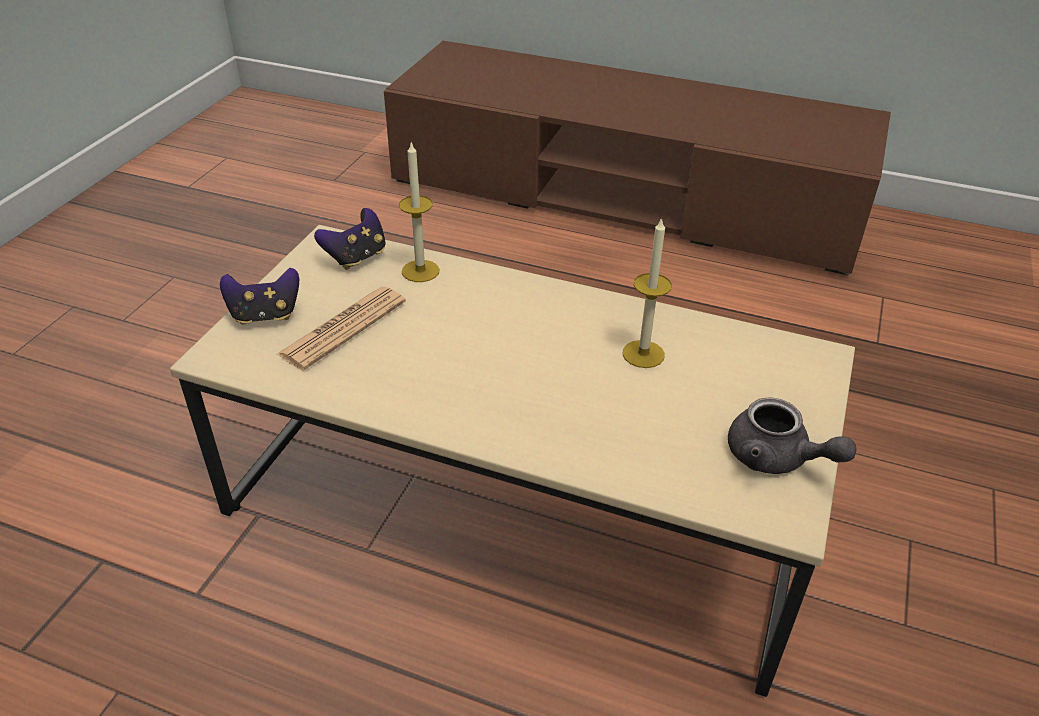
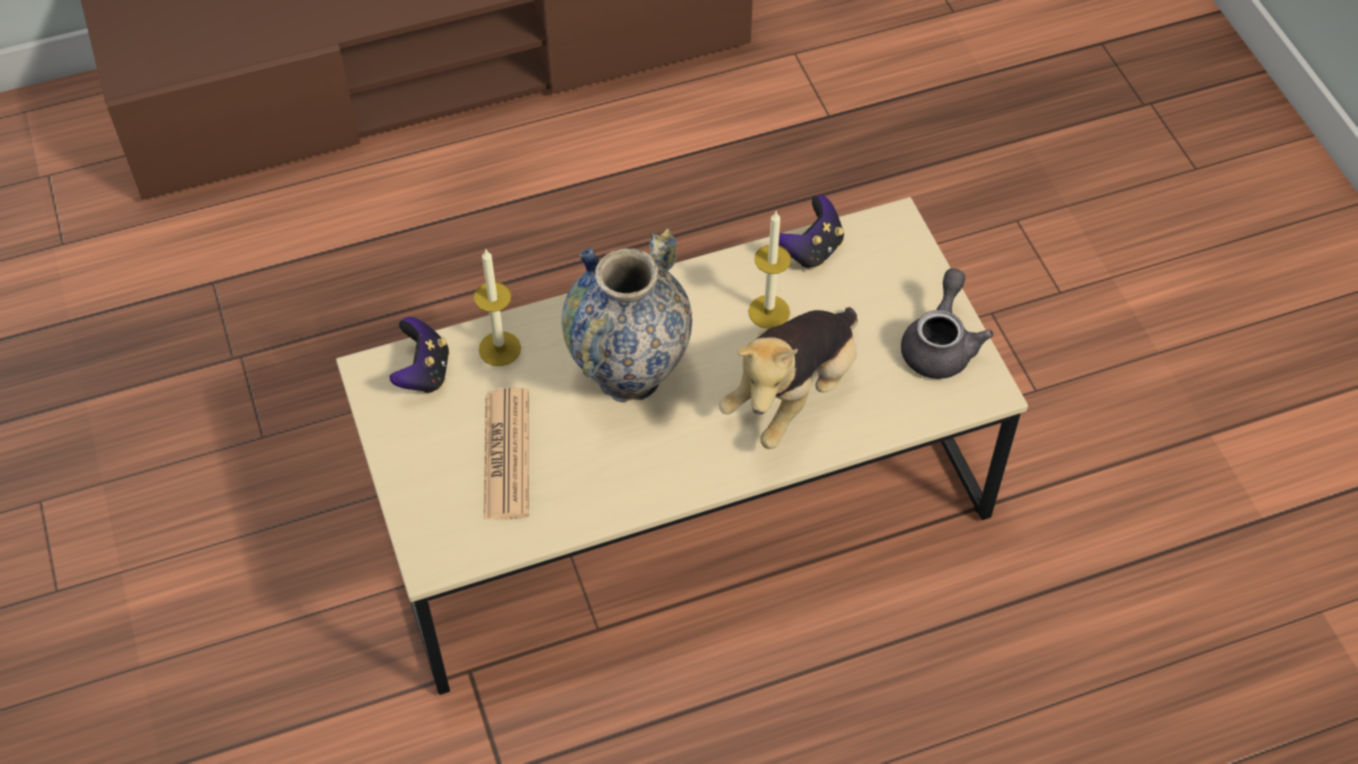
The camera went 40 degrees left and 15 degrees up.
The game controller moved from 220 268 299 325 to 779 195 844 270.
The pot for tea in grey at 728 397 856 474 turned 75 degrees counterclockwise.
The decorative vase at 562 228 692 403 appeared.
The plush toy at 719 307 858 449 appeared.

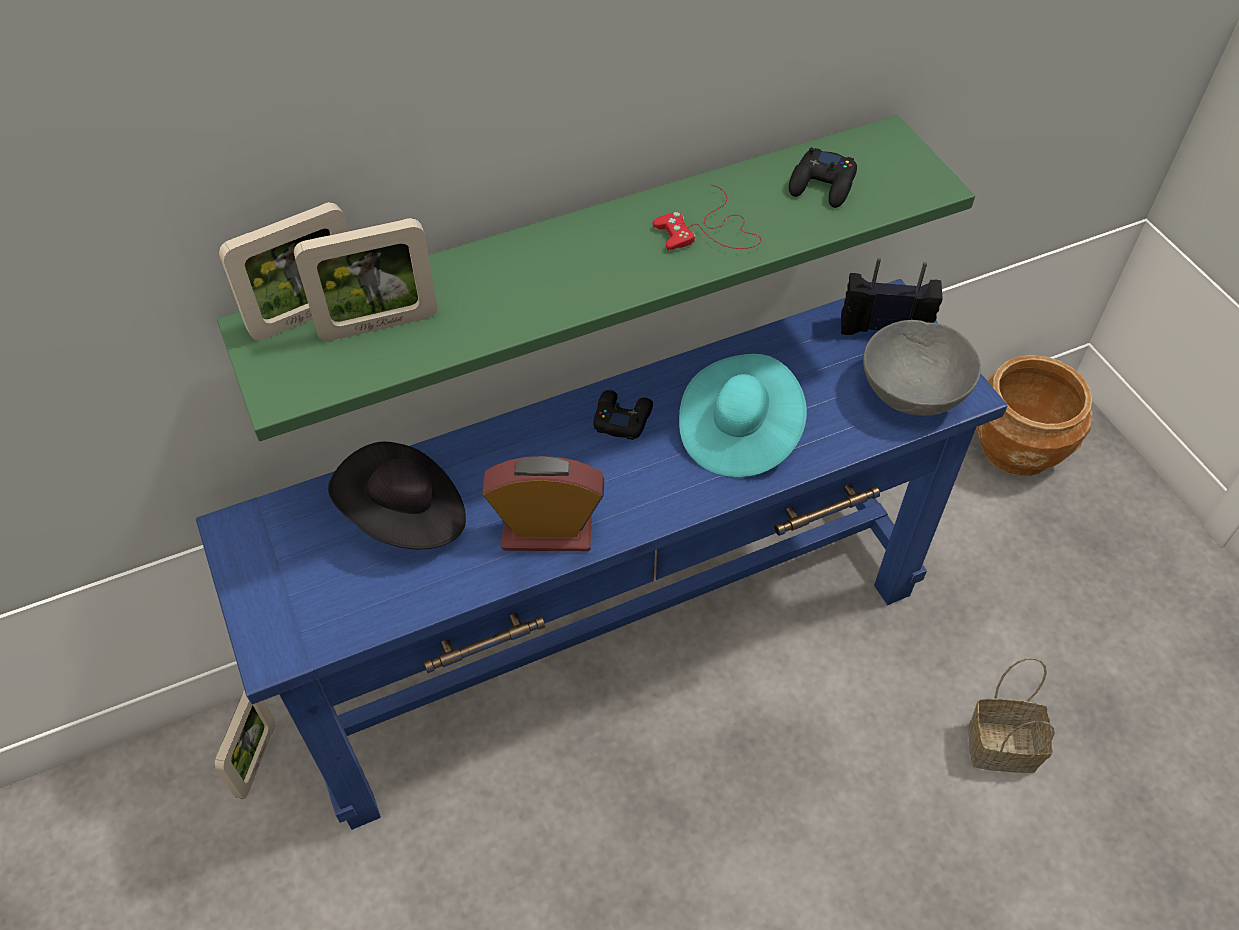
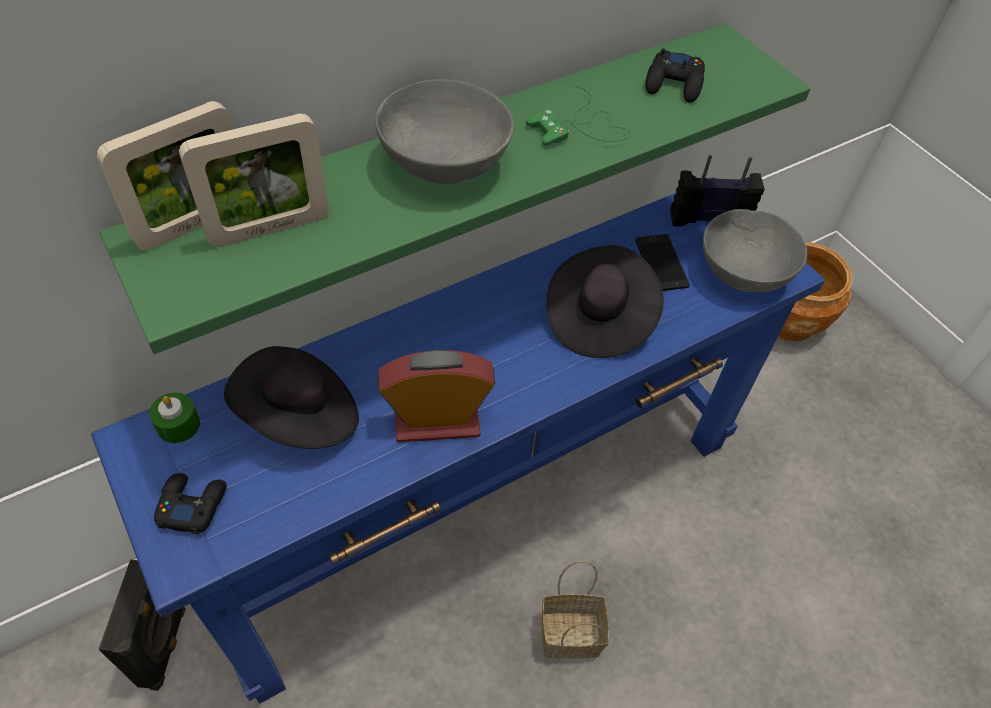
The camera went 10 degrees left and 0 degrees up.
The standing frame at 214 690 275 799 was replaced by the audio speaker in blackish at 98 560 185 691.
The game controller in blackish moved from 593 390 653 440 to 154 473 227 534.
The game controller in reddish at 653 184 761 251 became the game controller in greenish at 526 86 631 146.
The wearable hat in turquoise-coloured at 679 354 807 477 became the wearable hat in blackish at 546 245 664 358.
The storage basket moved from 969 658 1055 773 to 541 561 609 659.
The wax candle in greenish at 149 392 200 443 appeared.
The serving bowl in grey at 375 79 514 184 appeared.
The telephone at 635 234 690 291 appeared.

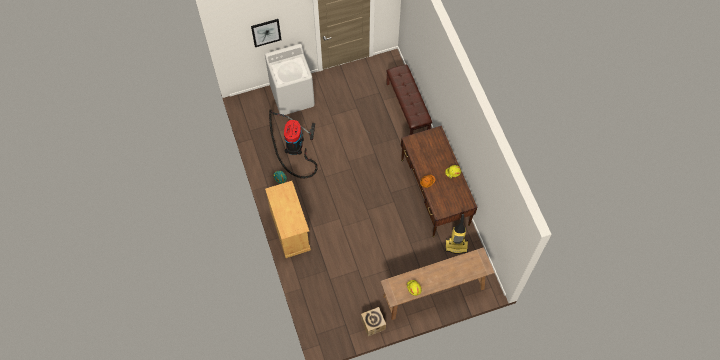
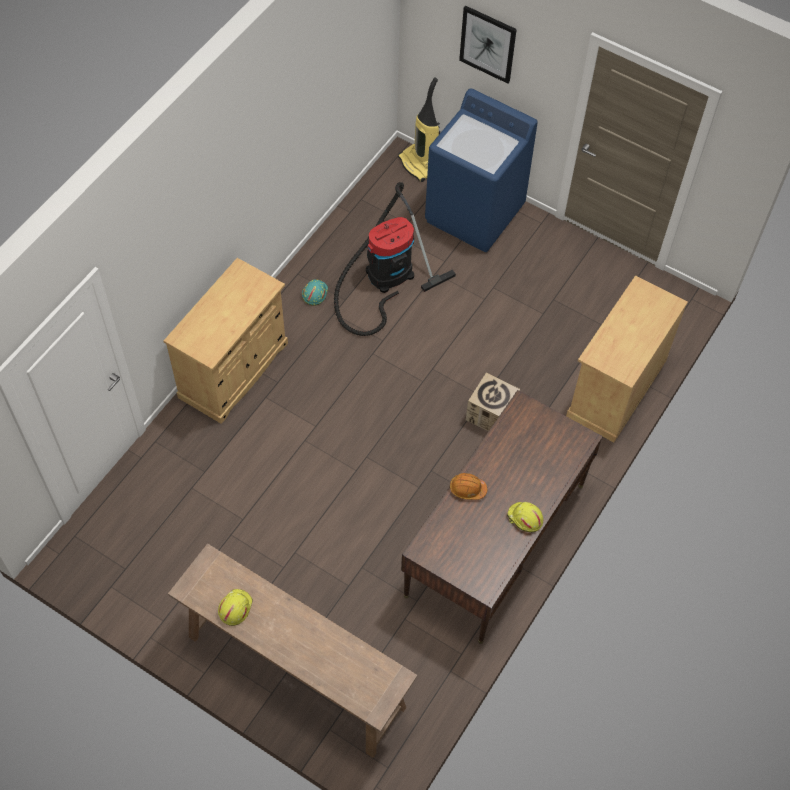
The camera went 50 degrees right and 5 degrees down.
The laundry machine in white-coloured at 265 44 315 115 became the laundry machine in blue-coloured at 425 88 538 252.
The cardboard box moved from 361 307 386 336 to 466 373 520 431.
The long seat in brownish at 386 65 432 135 was replaced by the cabinet in beige at 566 275 688 443.
The vacuum moved from 445 214 468 254 to 398 77 440 182.

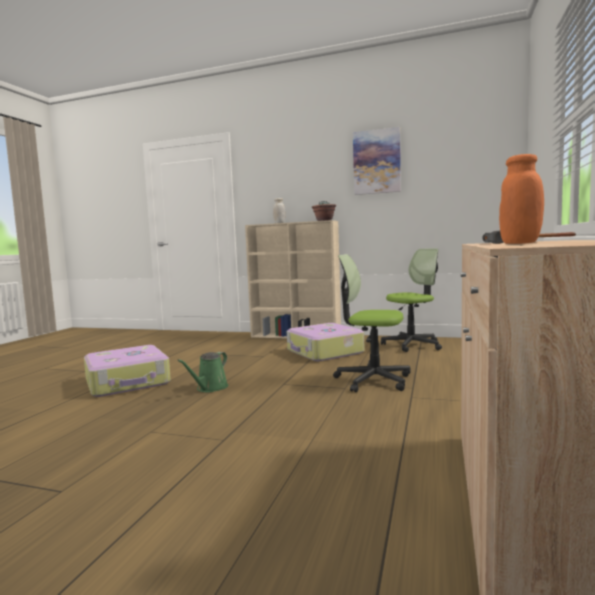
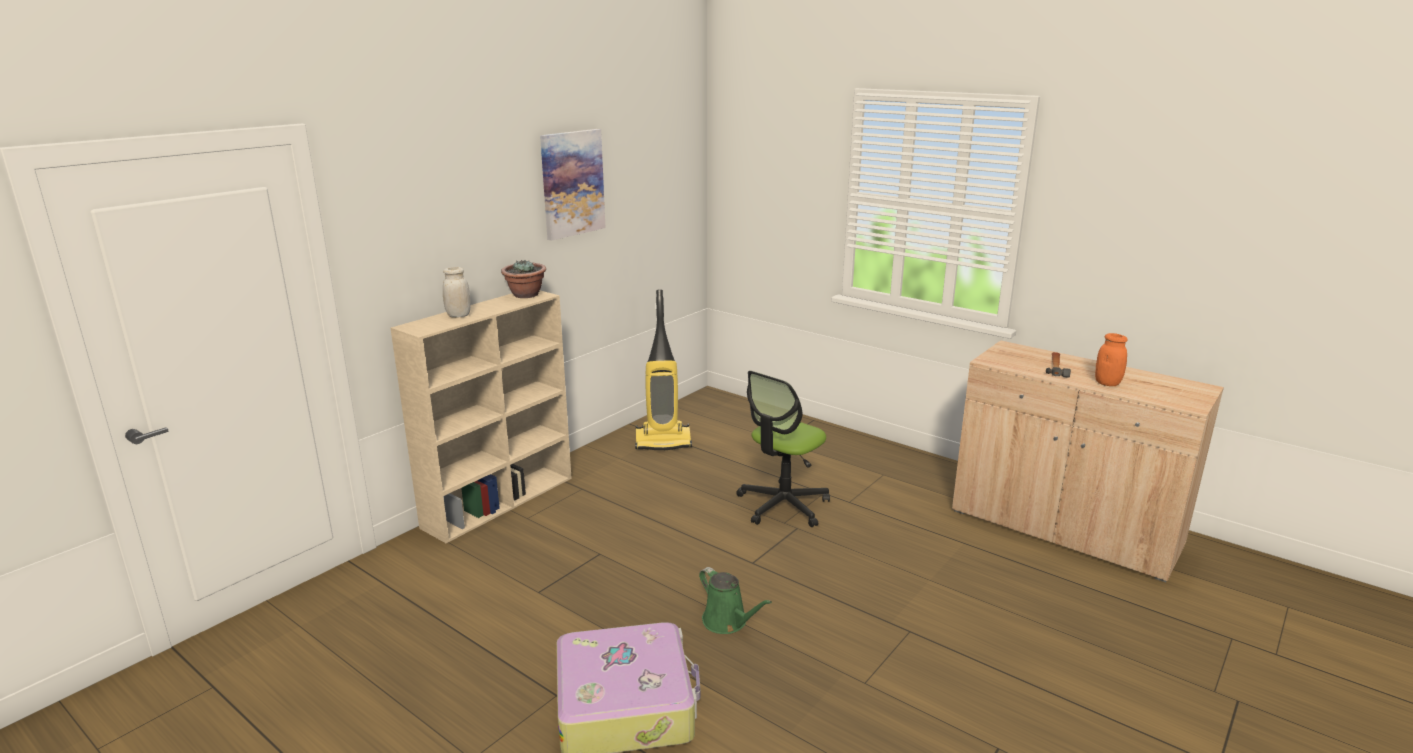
The camera went 70 degrees left and 15 degrees up.
The suitcase at 287 323 365 361 disappeared.
The computer chair at 381 248 442 352 was replaced by the vacuum at 635 290 692 451.

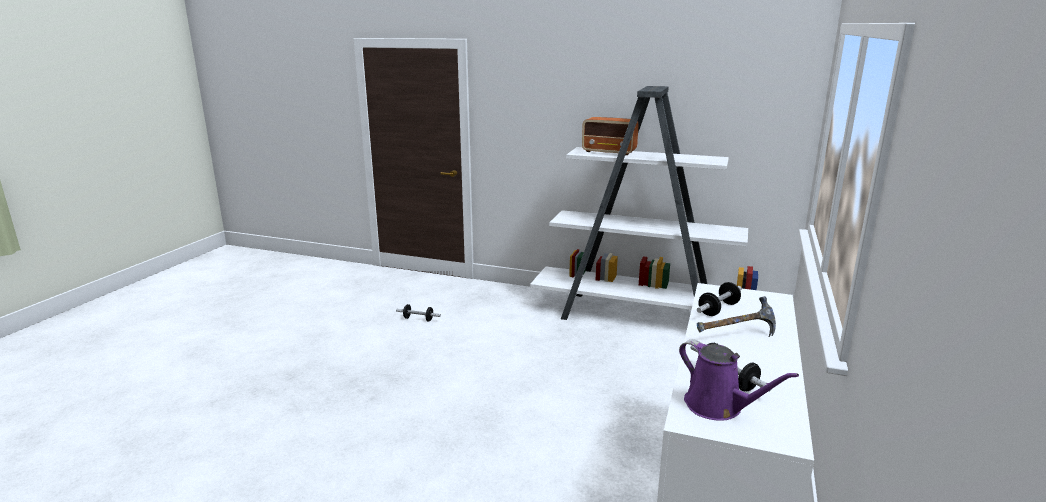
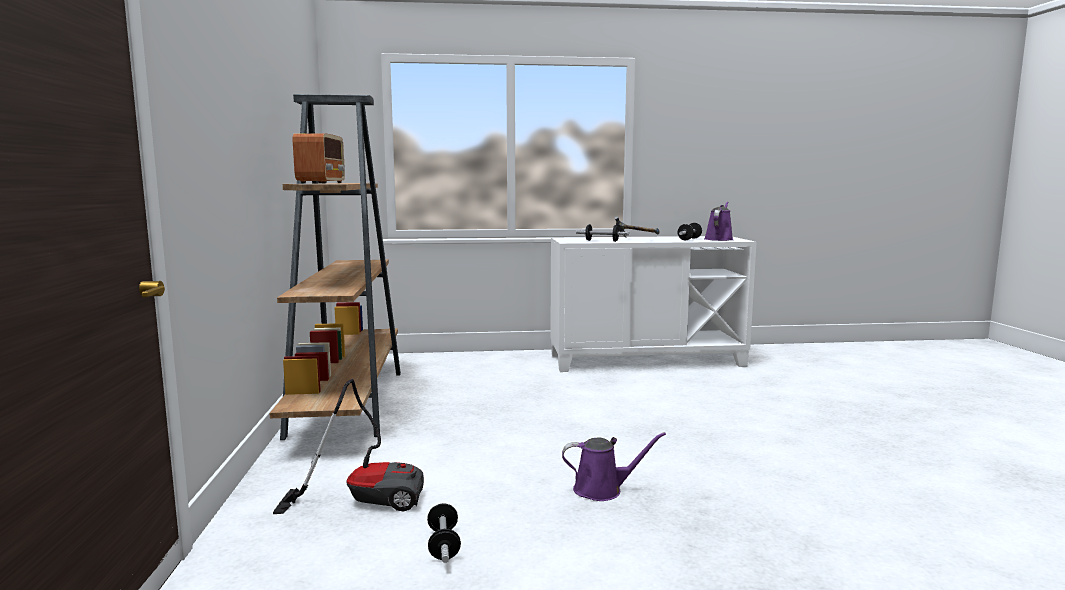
The camera went 115 degrees left and 10 degrees down.
The shelving unit in white-coloured at 530 86 758 320 became the shelving unit in brownish at 270 94 401 440.
The vacuum at 273 379 424 514 appeared.
The watering can in purple-coloured at 562 432 666 501 appeared.

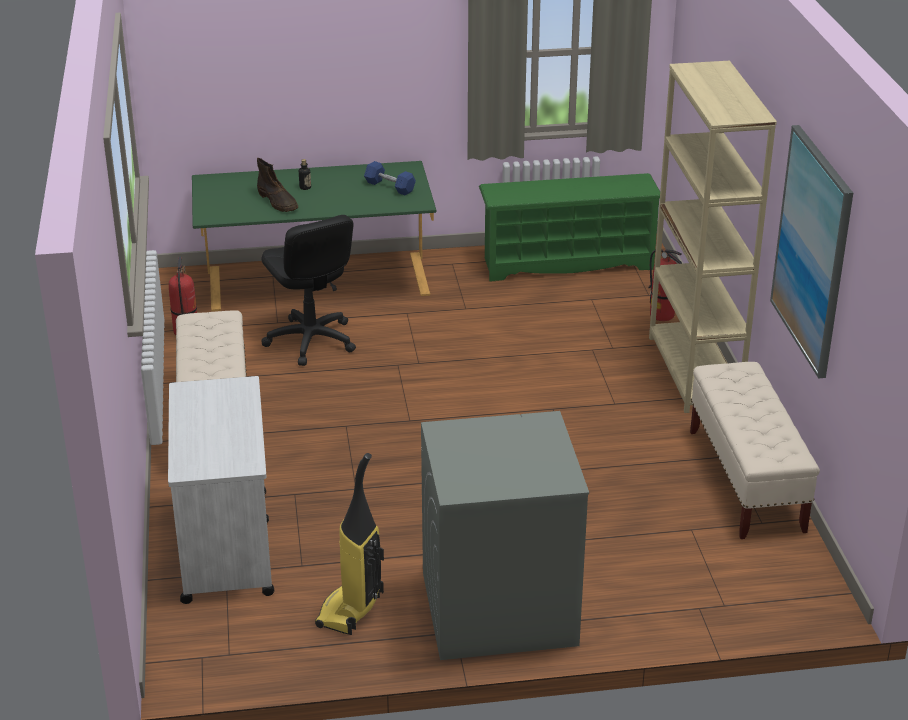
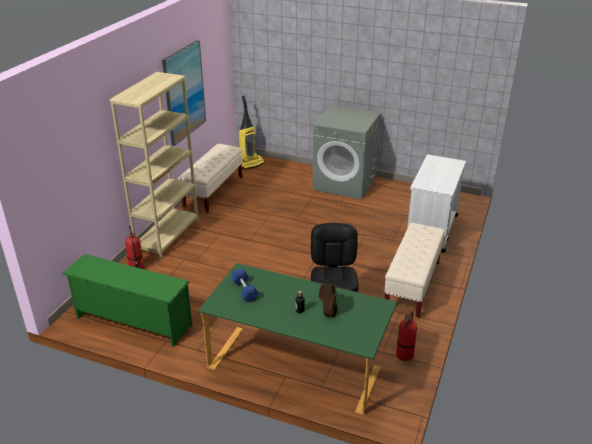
The camera went 150 degrees left and 0 degrees up.
The vacuum moved from 315 453 384 635 to 239 96 265 170.

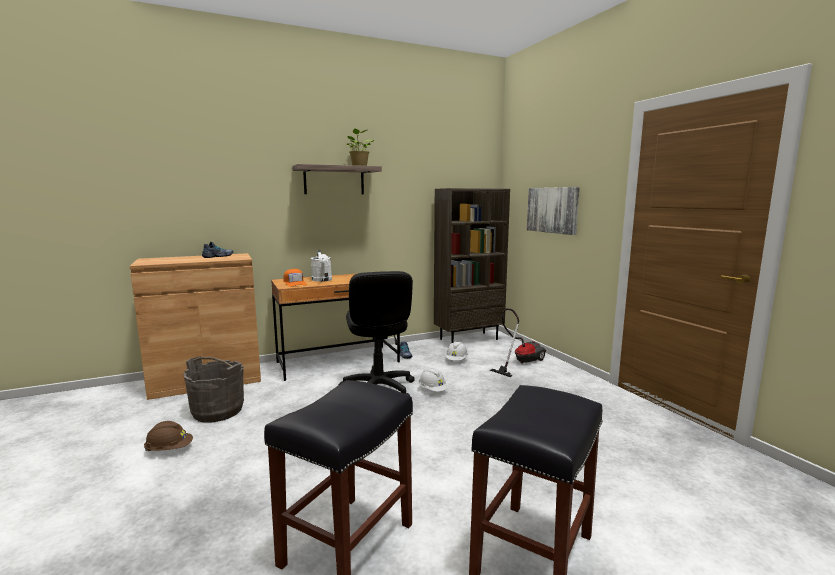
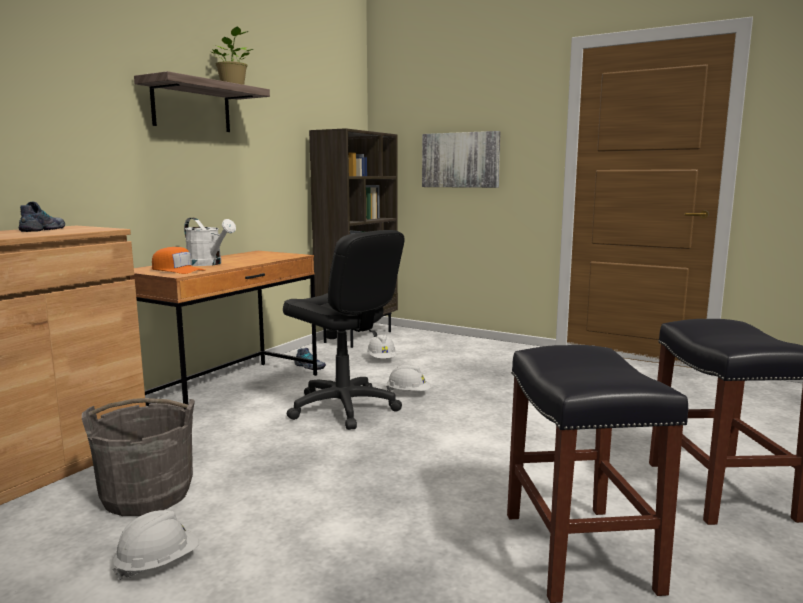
The camera went 35 degrees left and 0 degrees up.
The work helmet in brownish at 144 421 193 452 became the work helmet in white-coloured at 113 510 199 580.
The vacuum at 490 308 546 377 disappeared.

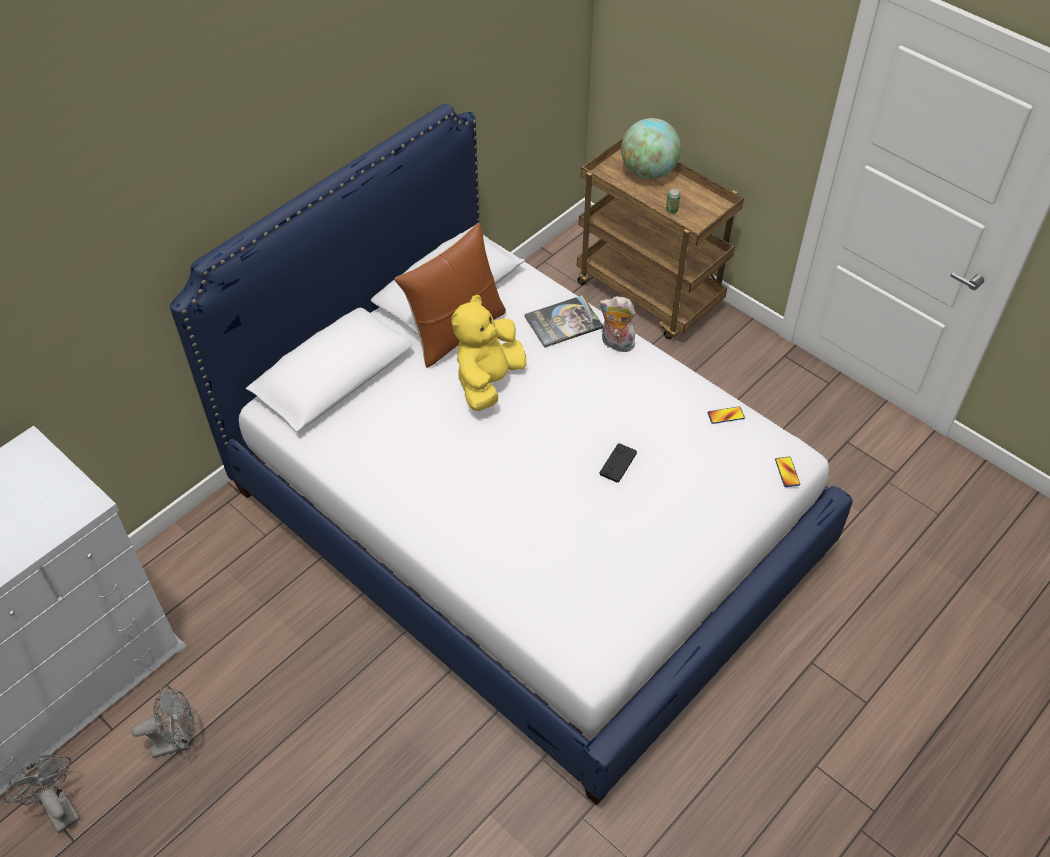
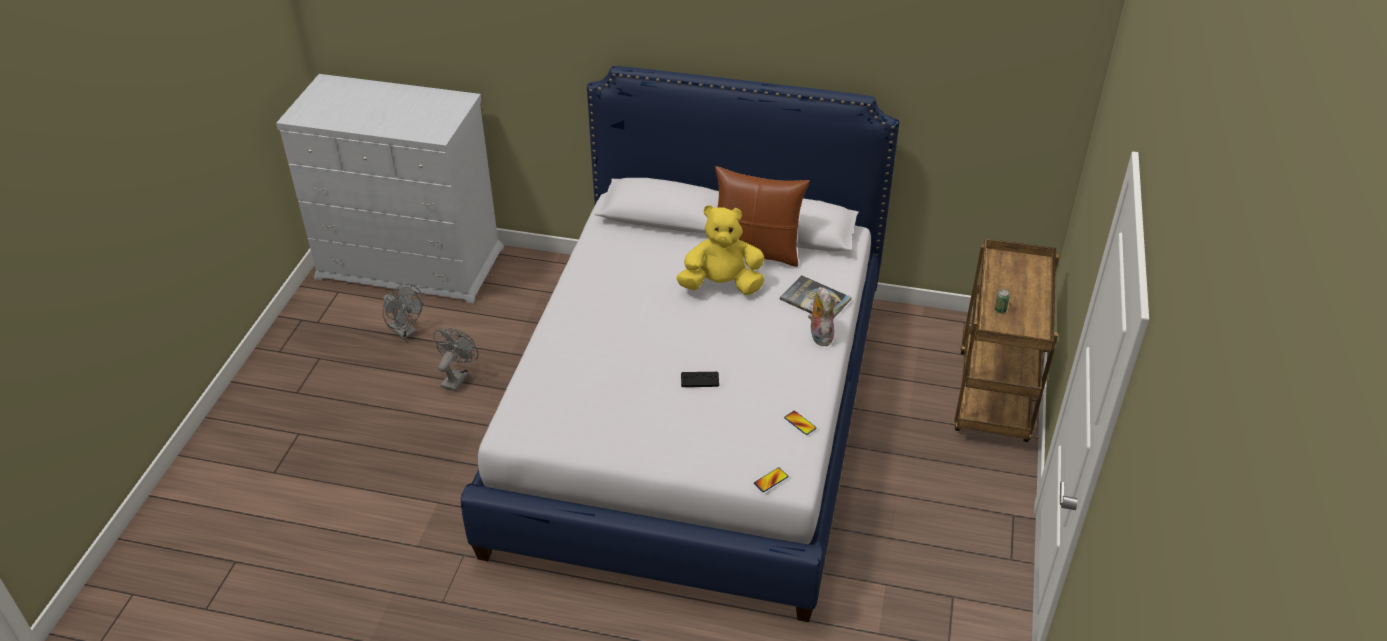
The camera went 60 degrees right and 10 degrees down.
The fan in grey moved from 4 755 80 833 to 433 328 479 392.
The globe at 621 118 681 179 disappeared.

